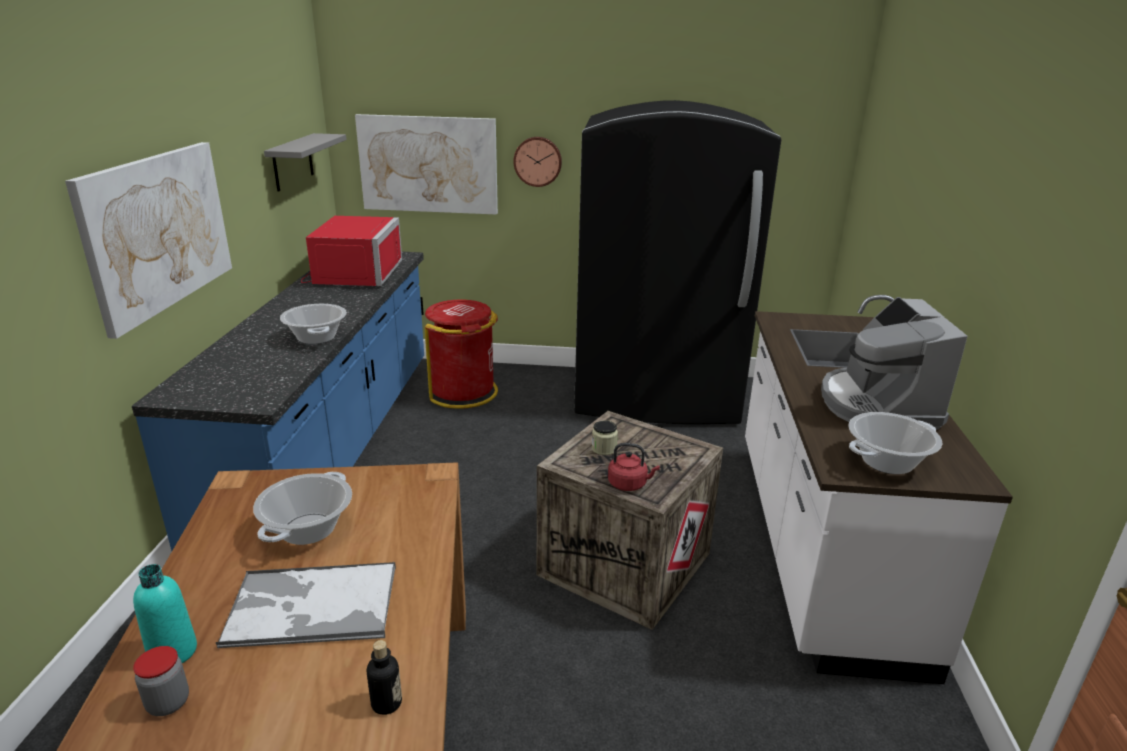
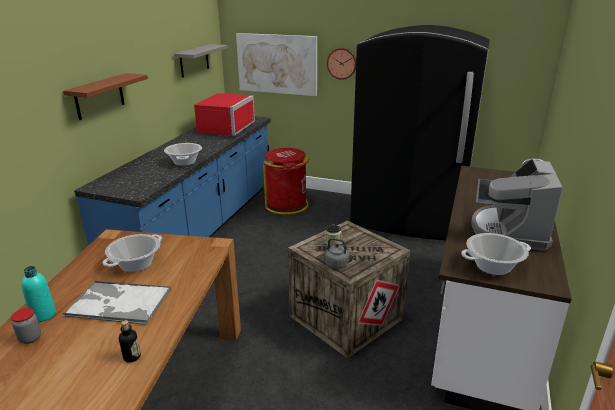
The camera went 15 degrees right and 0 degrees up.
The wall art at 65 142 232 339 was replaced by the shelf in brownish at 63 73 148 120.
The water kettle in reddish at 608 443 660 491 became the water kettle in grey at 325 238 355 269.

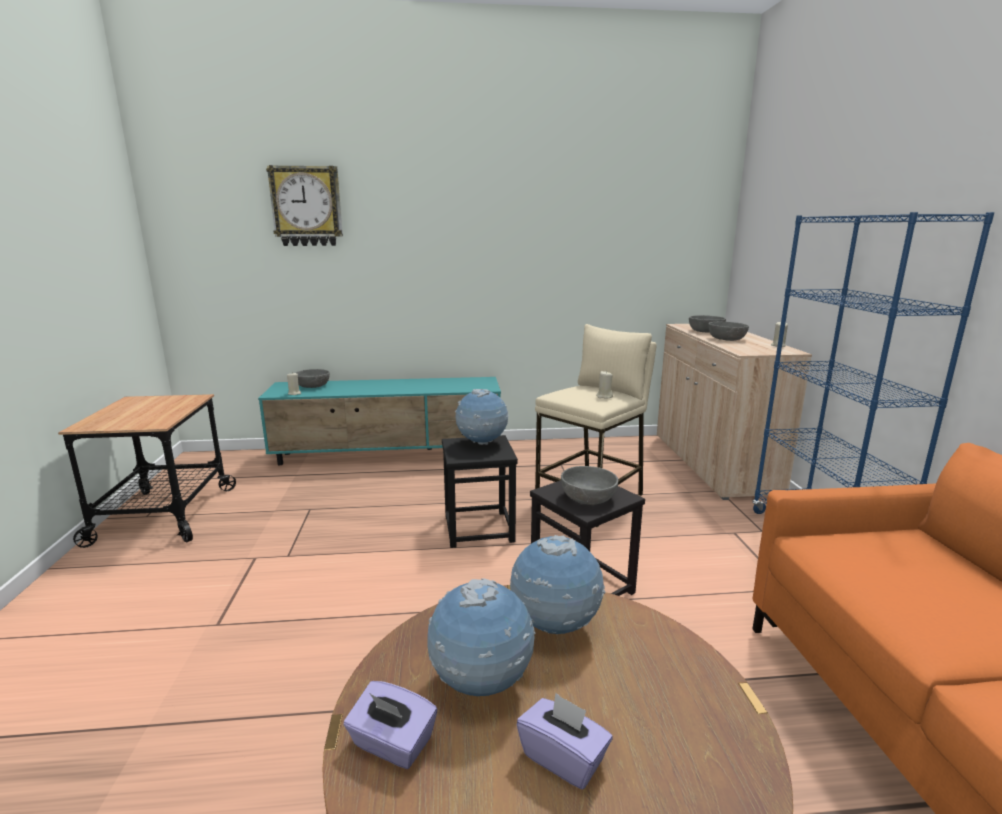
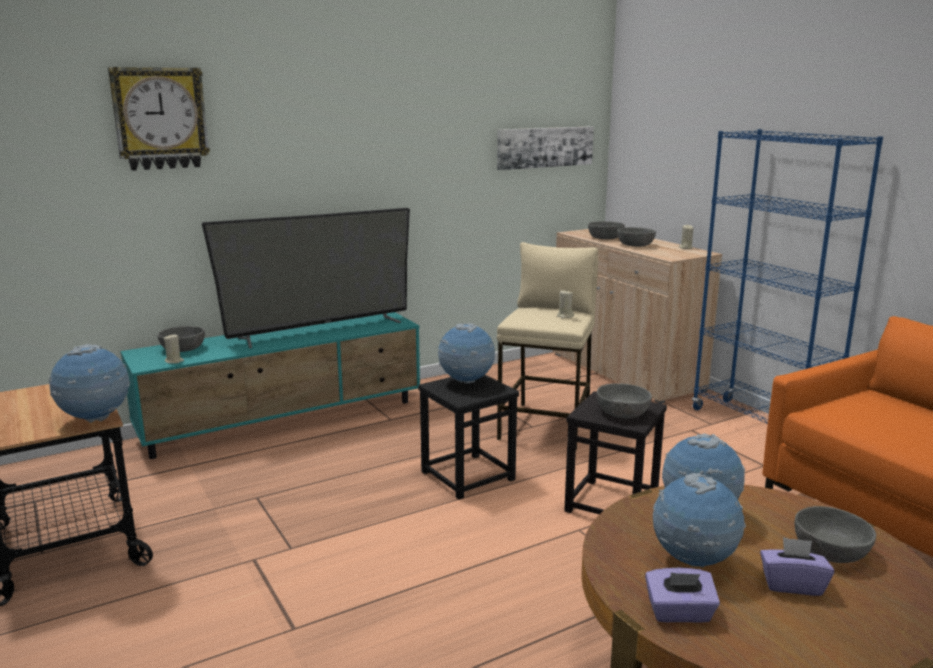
The camera went 25 degrees left and 0 degrees up.
The globe at 49 344 130 423 appeared.
The television at 202 208 410 349 appeared.
The wall art at 497 126 594 170 appeared.
The serving bowl in grey at 795 506 876 563 appeared.

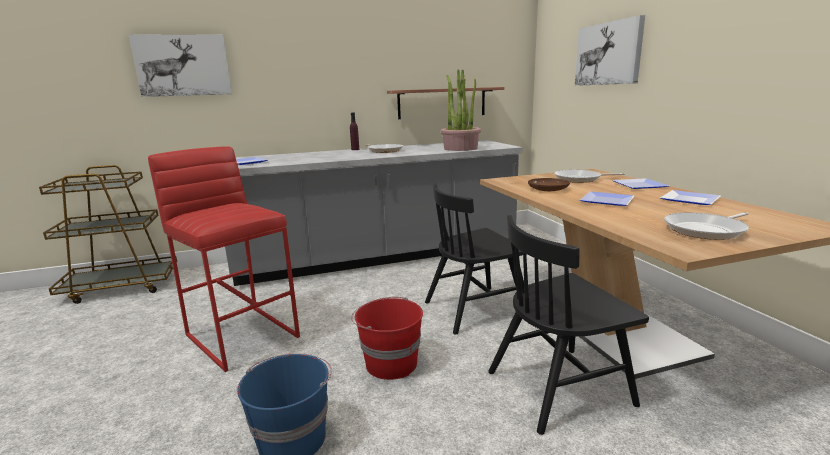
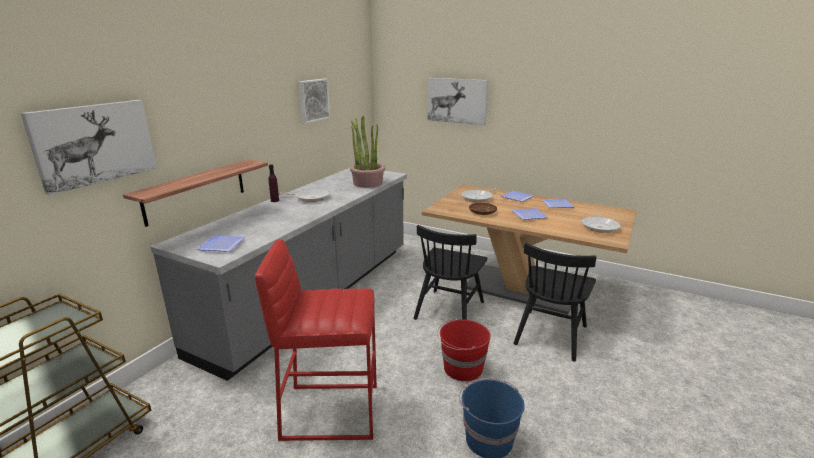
The camera went 45 degrees left and 5 degrees up.
The shelf moved from 387 87 504 119 to 123 160 268 227.
The wall art at 299 79 330 123 appeared.

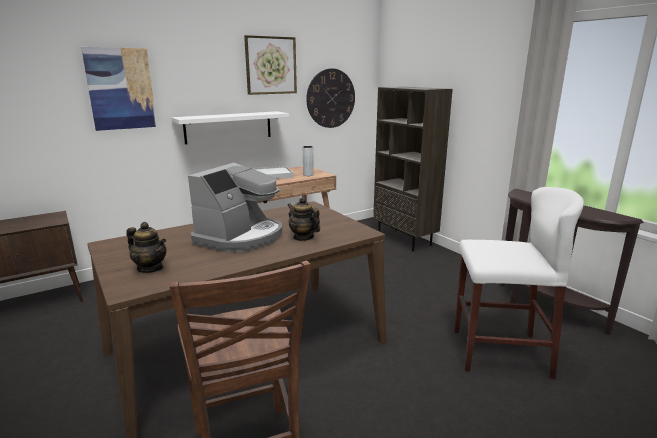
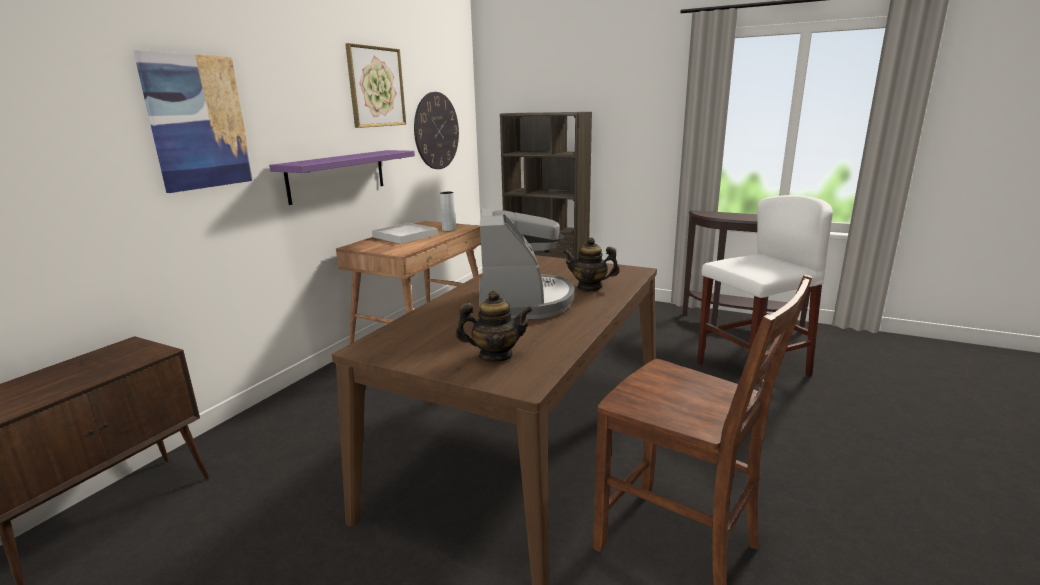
The camera went 30 degrees left and 0 degrees up.
The shelf in white-coloured at 171 111 289 144 became the shelf in purple-coloured at 269 150 415 205.

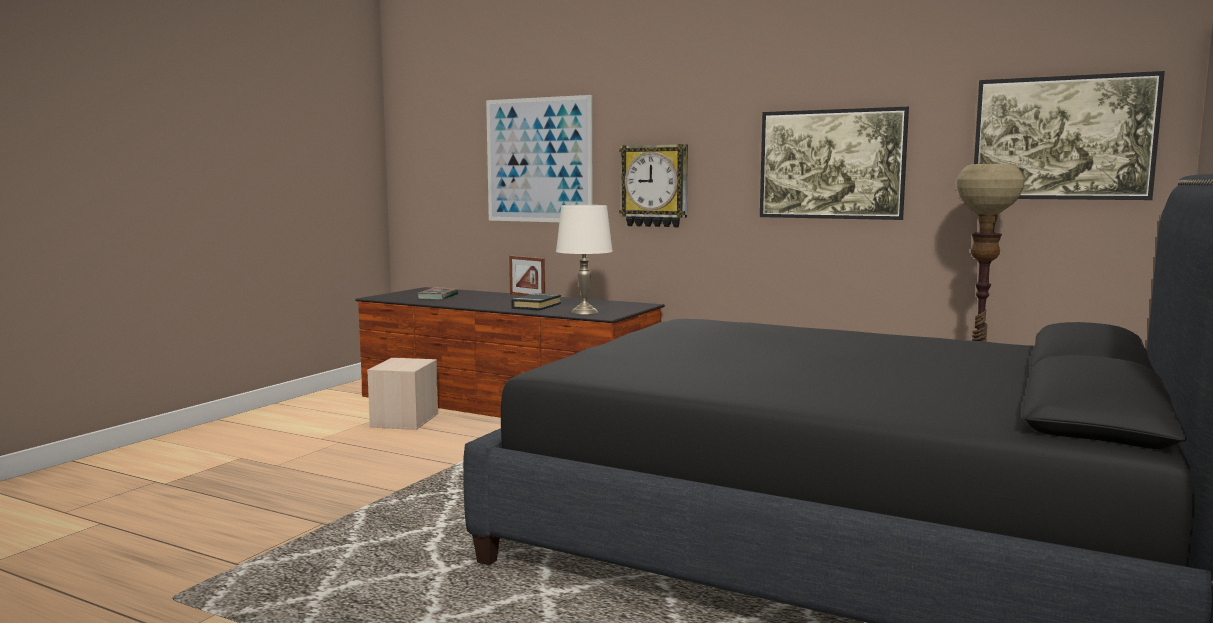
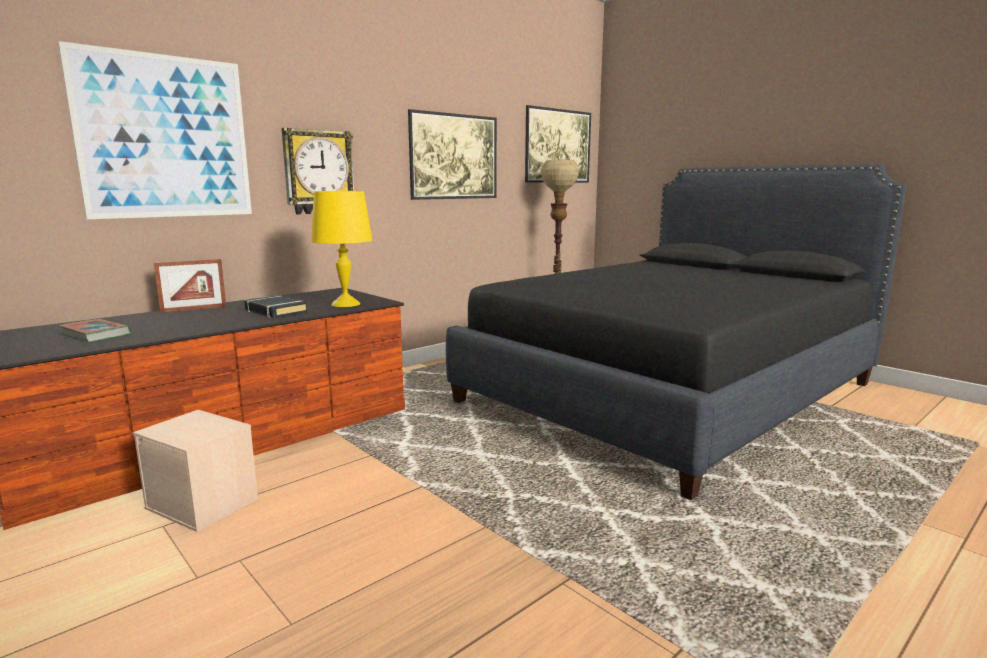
The camera went 70 degrees left and 5 degrees up.
The tabletop lamp in white-coloured at 556 205 613 314 became the tabletop lamp in yellowish at 311 191 373 307.

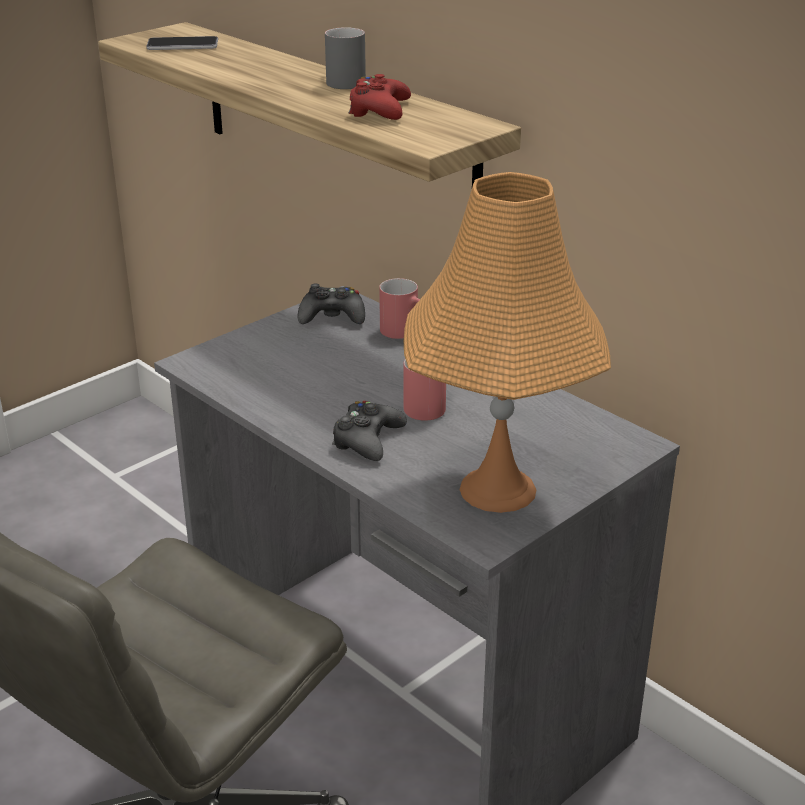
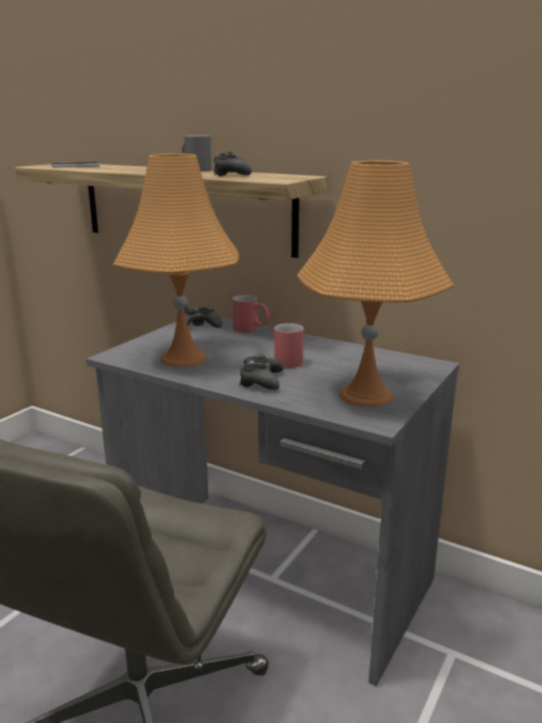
The camera went 15 degrees left and 10 degrees down.
The game controller in reddish at 348 74 411 120 became the game controller in blackish at 213 152 252 176.
The tabletop lamp in orange-coloured at 113 154 239 367 appeared.

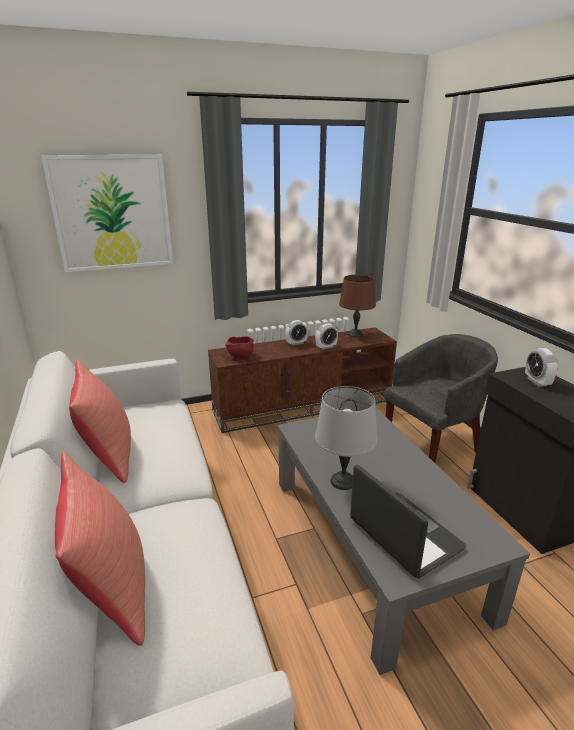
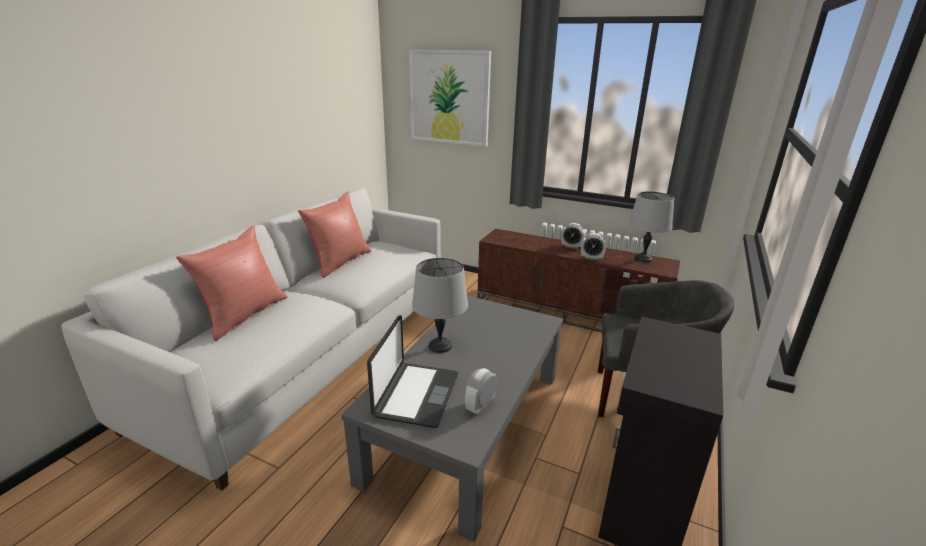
The camera went 45 degrees right and 0 degrees up.
The serving bowl in reddish at 225 336 254 358 disappeared.
The tabletop lamp in brownish at 339 274 376 337 became the tabletop lamp in grey at 629 191 674 263.
The alarm clock moved from 525 348 558 387 to 465 368 498 414.

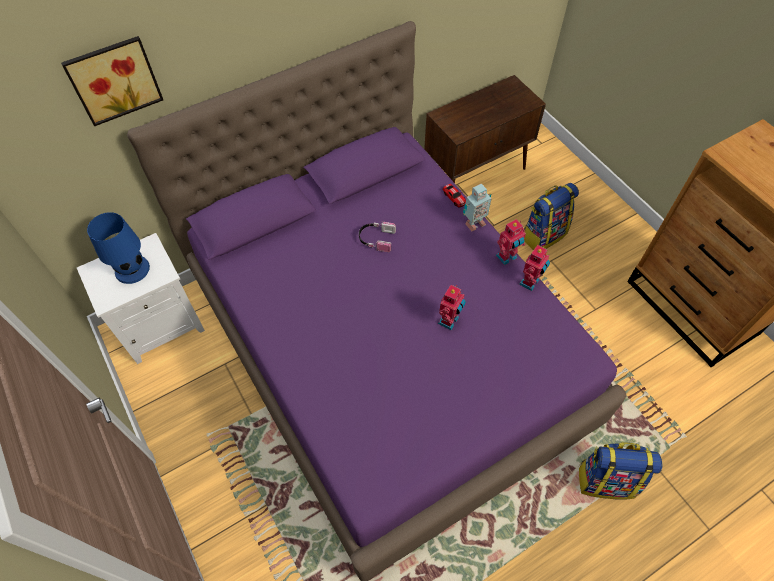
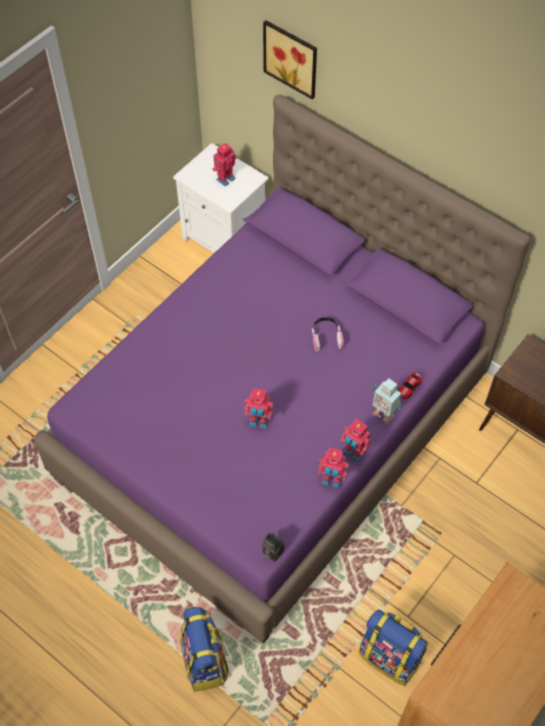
The camera went 70 degrees right and 0 degrees up.
The tabletop lamp in blue-coloured at 87 212 150 284 was replaced by the model robot at 212 143 236 187.
The knapsack moved from 524 183 579 250 to 359 610 428 686.
The photo camera at 262 533 284 562 appeared.

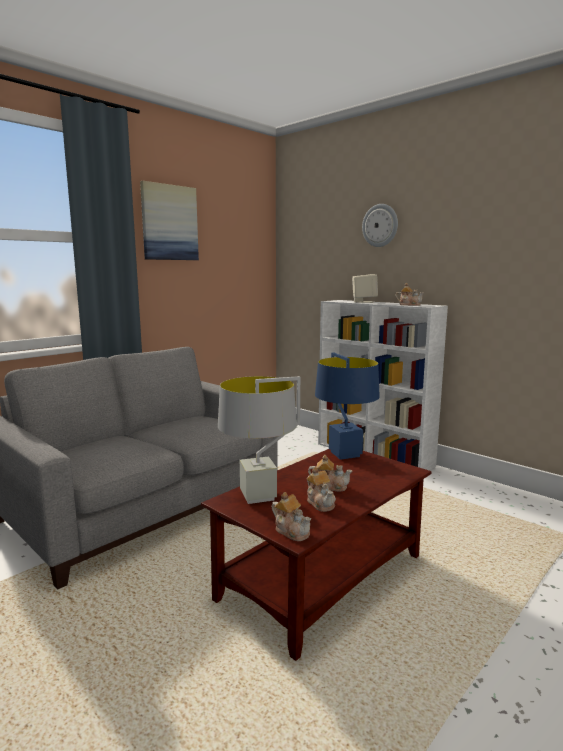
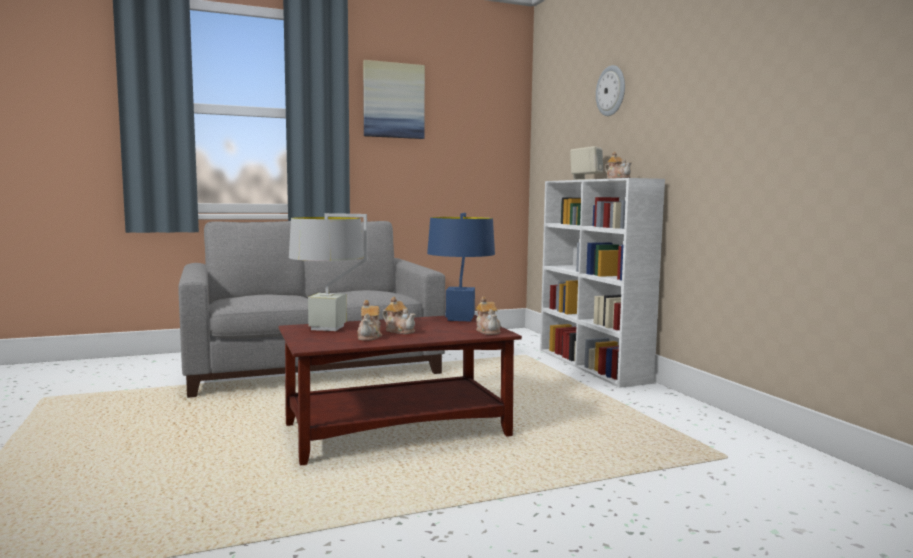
The camera went 25 degrees right and 5 degrees down.
The pot for tea moved from 272 492 311 541 to 476 297 501 335.

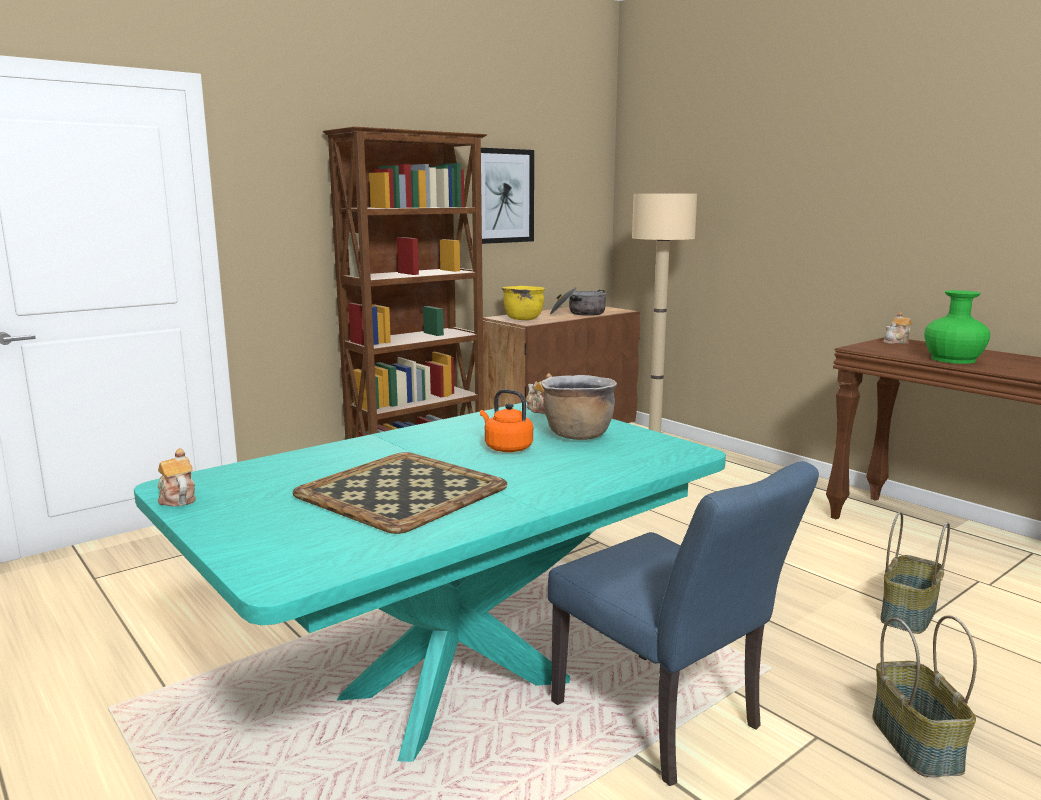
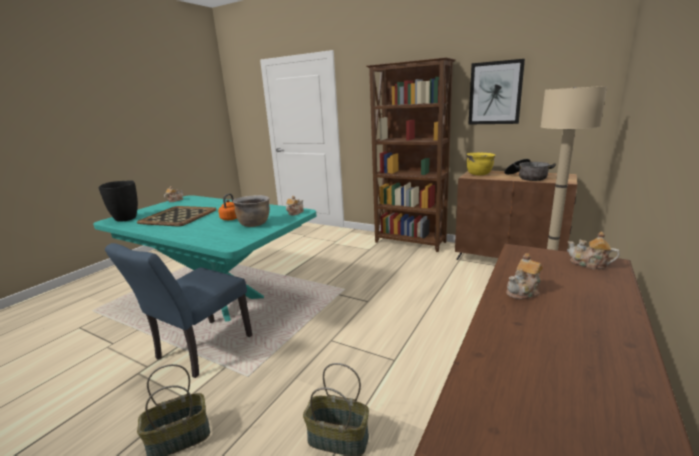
The camera went 70 degrees right and 5 degrees up.
The decorative vase in greenish at 924 290 990 364 was replaced by the pot for tea at 506 253 543 300.
The decorative vase in blackish at 99 180 138 222 appeared.

